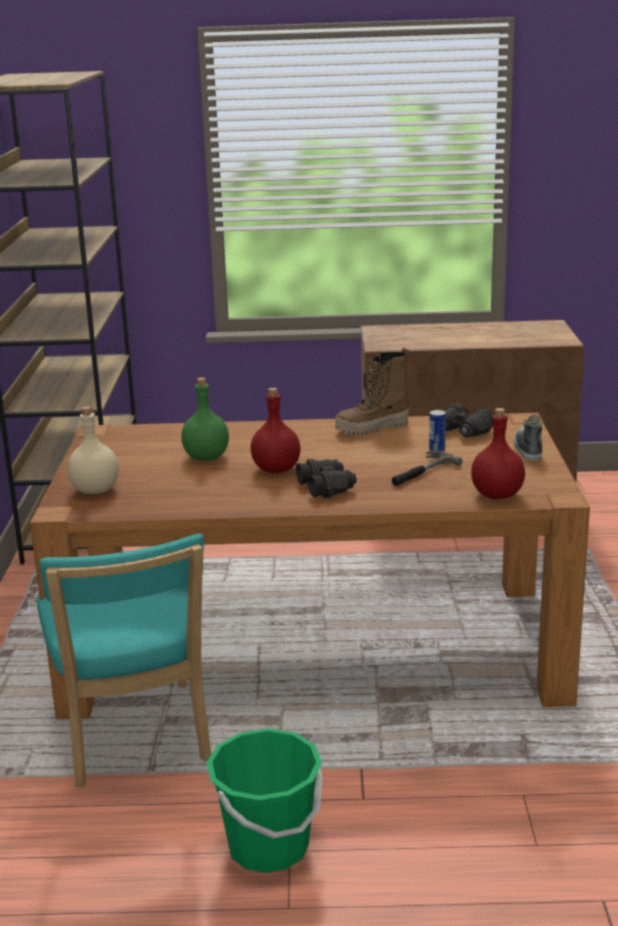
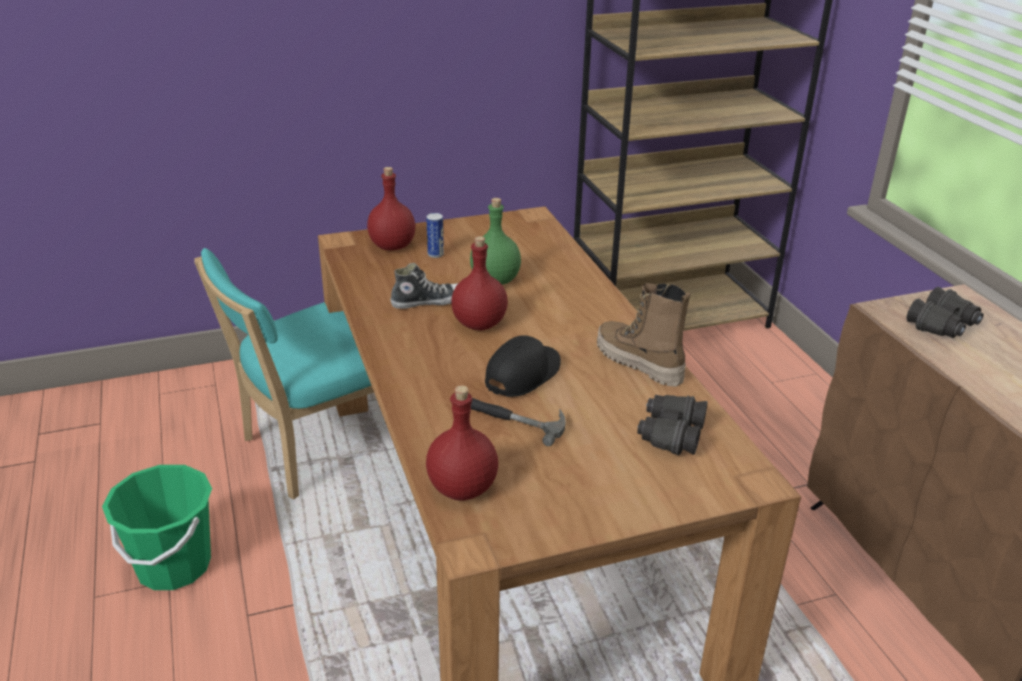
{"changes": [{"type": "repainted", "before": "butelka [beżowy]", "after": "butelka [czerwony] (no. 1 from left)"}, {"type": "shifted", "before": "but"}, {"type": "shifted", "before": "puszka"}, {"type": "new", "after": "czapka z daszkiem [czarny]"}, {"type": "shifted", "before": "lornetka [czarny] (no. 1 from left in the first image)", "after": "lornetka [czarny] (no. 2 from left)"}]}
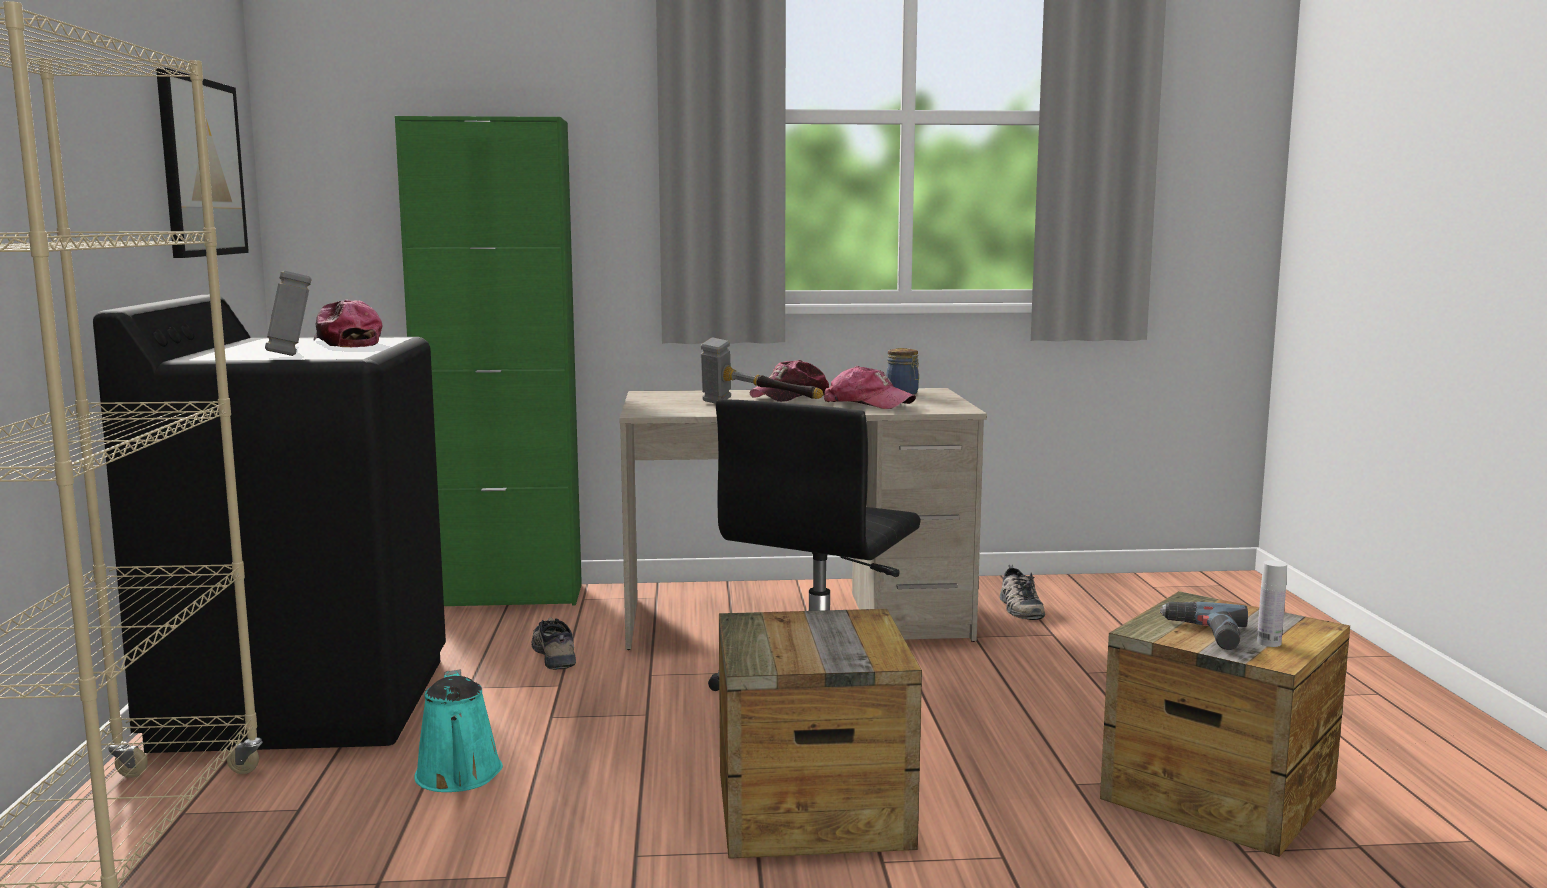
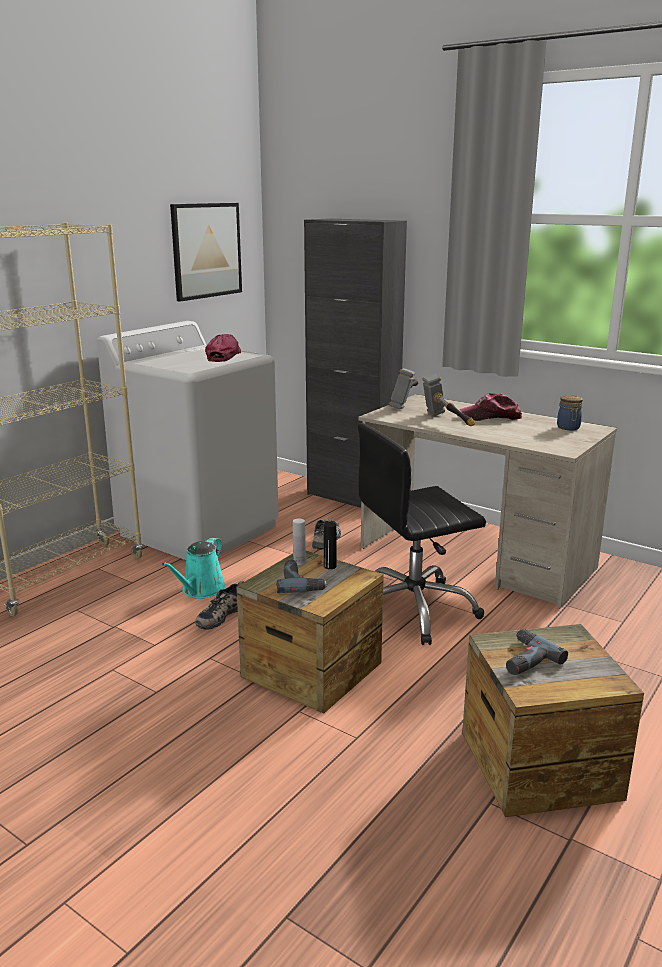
{"changes": [{"type": "repainted", "before": "pralka [czarny]", "after": "pralka [biały]"}, {"type": "shifted", "before": "but (no. 2 from left in the first image)", "after": "but (no. 1 from left)"}, {"type": "new", "after": "wiertarka (no. 1 from left)"}, {"type": "shifted", "before": "butelka [biały]"}, {"type": "repainted", "before": "szafka [zielony]", "after": "szafka [czarny]"}, {"type": "new", "after": "butelka [czarny]"}, {"type": "shifted", "before": "młotek (no. 1 from left)"}, {"type": "gone", "before": "czapka z daszkiem (no. 3 from left)"}]}
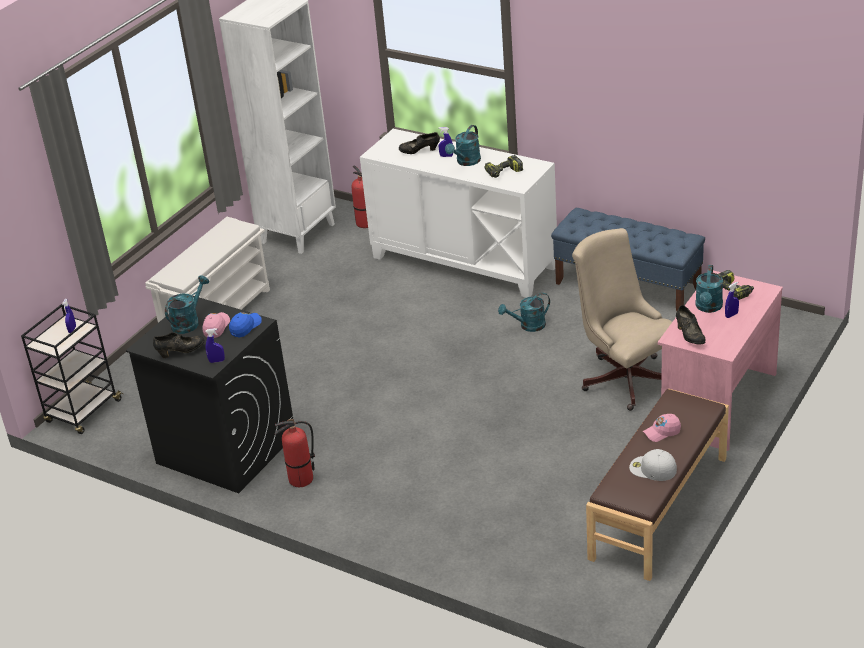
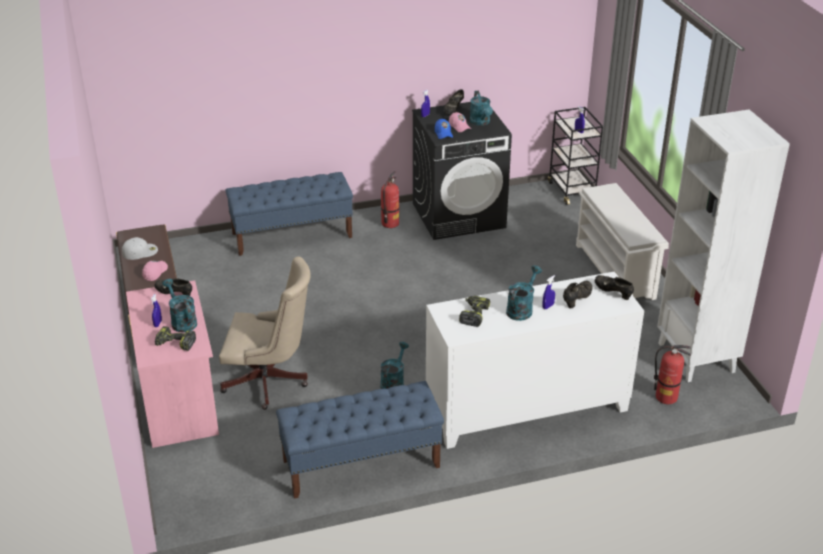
{"changes": [{"type": "new", "after": "ławka [niebieski] (no. 1 from left)"}, {"type": "rotated", "before": "konewka [turkusowy] (no. 2 from left in the first image)", "turn": 45}, {"type": "new", "after": "but [czarny] (no. 4 from left)"}]}
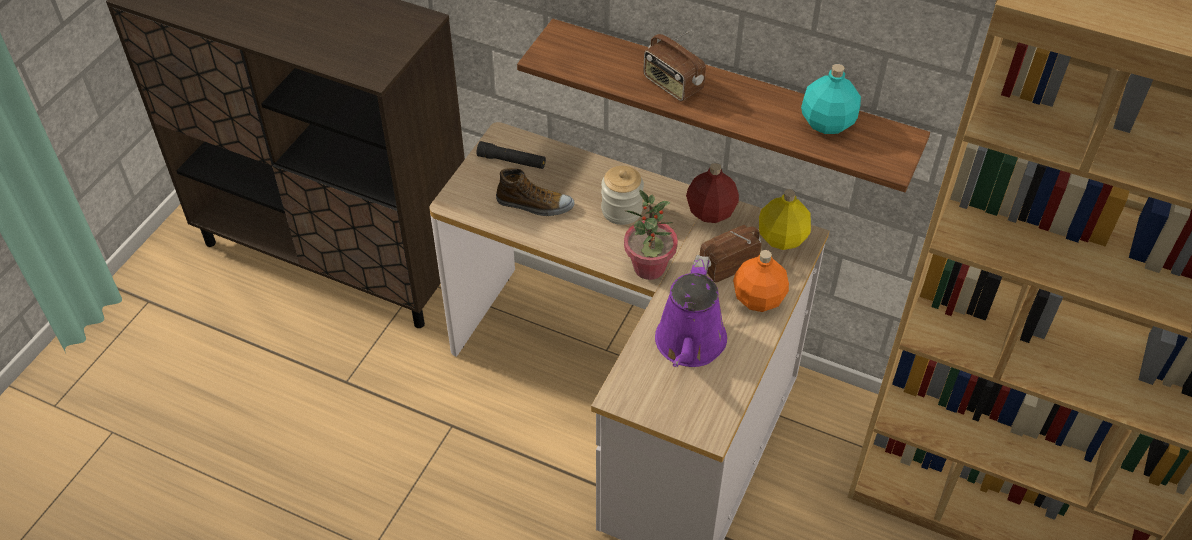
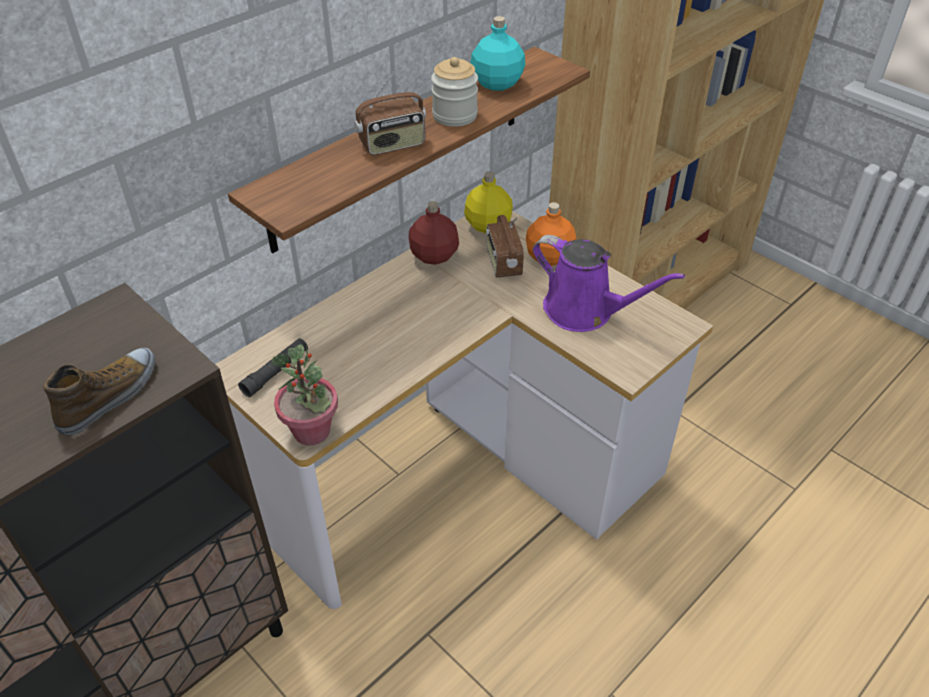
{"changes": [{"type": "shifted", "before": "but"}, {"type": "shifted", "before": "roślina doniczkowa"}, {"type": "shifted", "before": "słoik"}]}
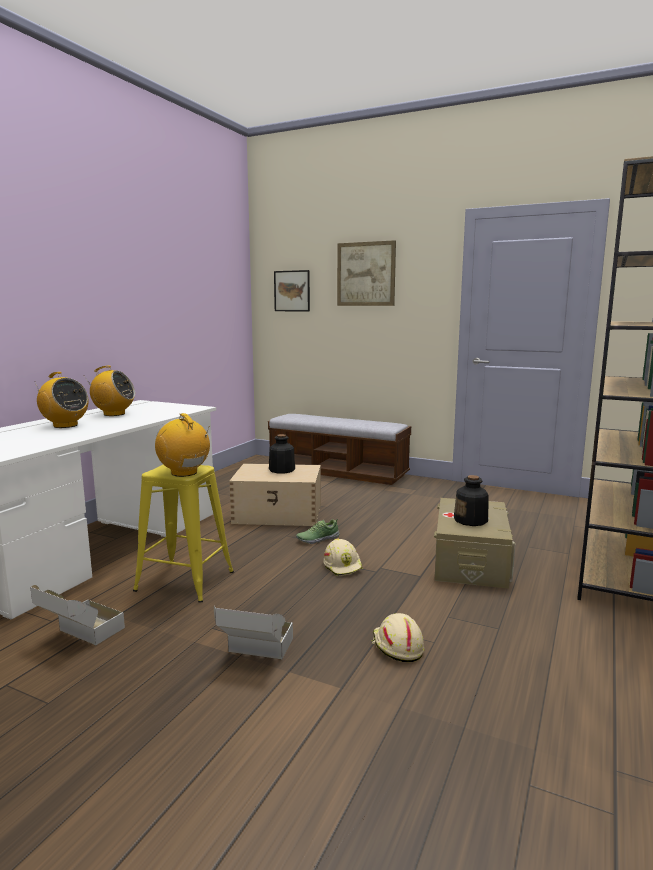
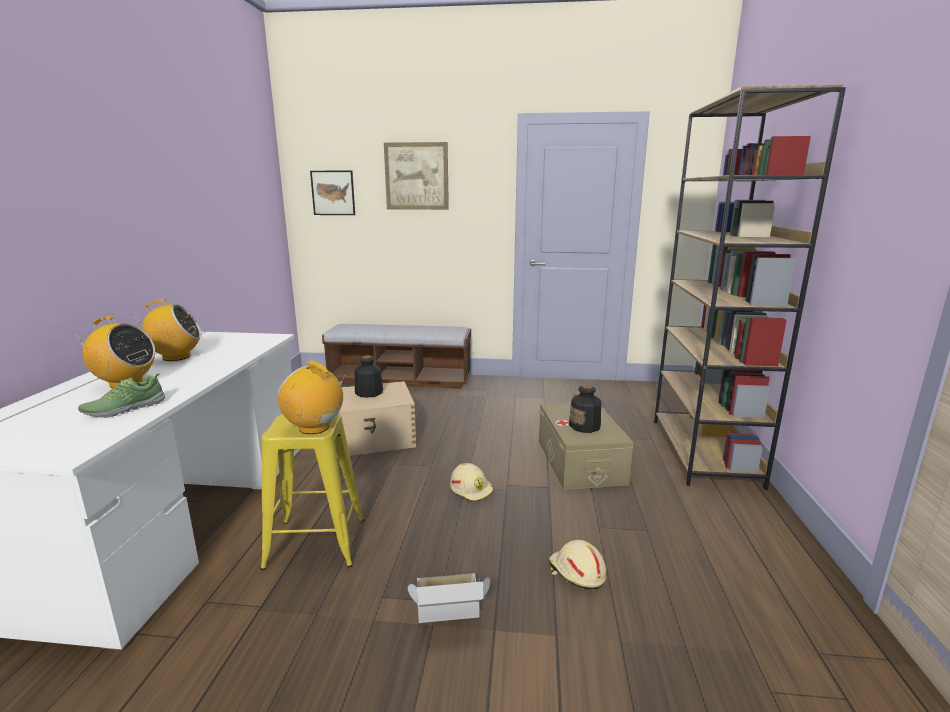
{"changes": [{"type": "shifted", "before": "but"}, {"type": "gone", "before": "karton (no. 1 from left)"}]}
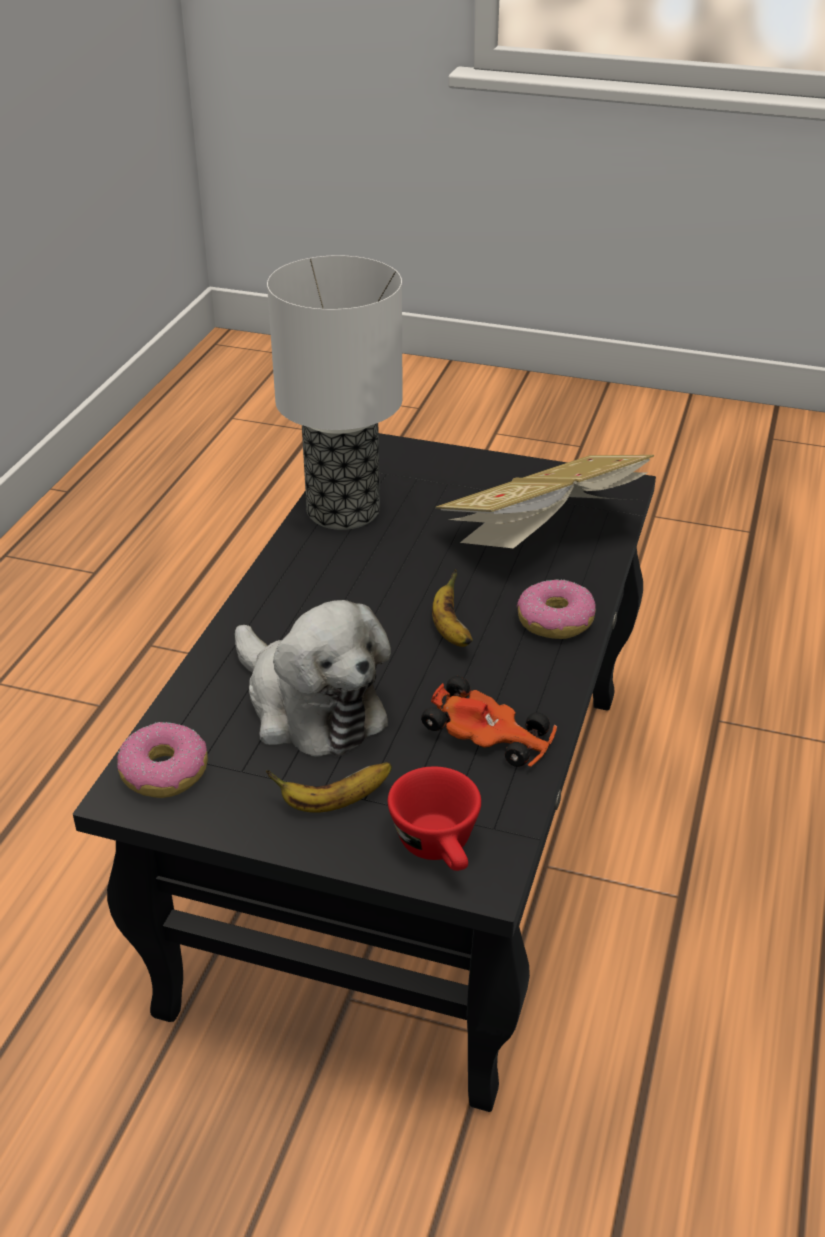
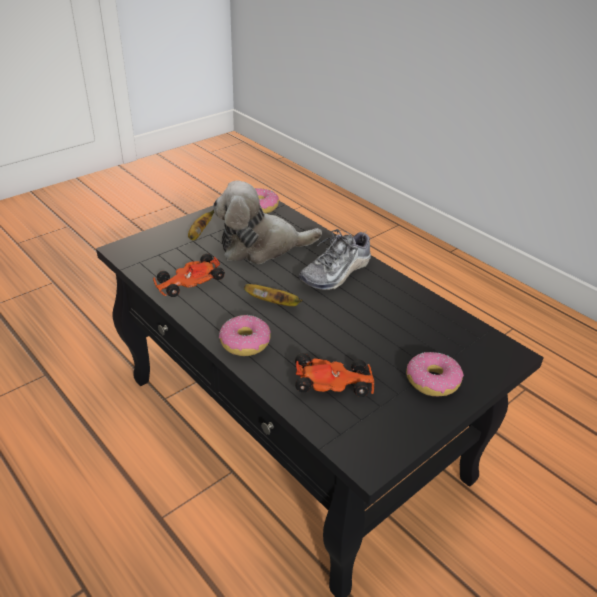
{"changes": [{"type": "swapped", "before": "książka", "after": "samochodzik (no. 2 from left)"}, {"type": "new", "after": "but"}, {"type": "new", "after": "donut (no. 3 from left)"}, {"type": "gone", "before": "lampa stołowa"}, {"type": "gone", "before": "filiżanka [czerwony]"}]}
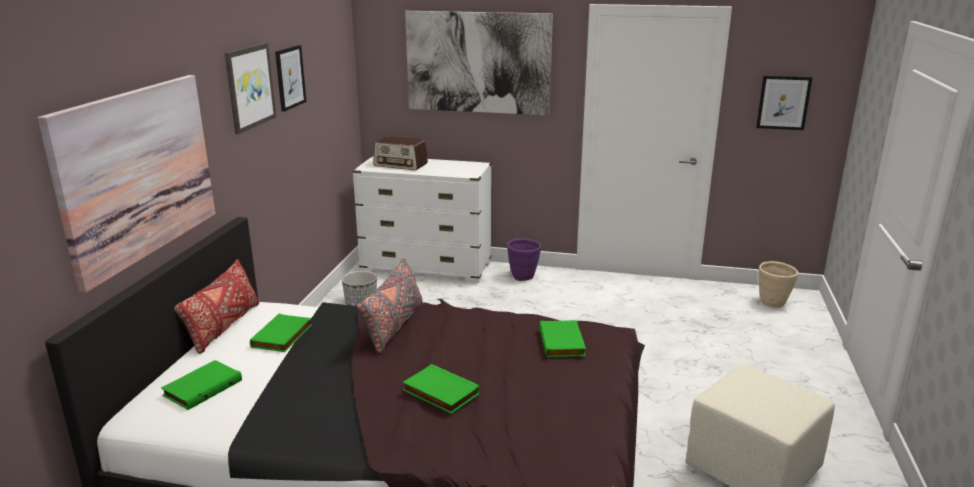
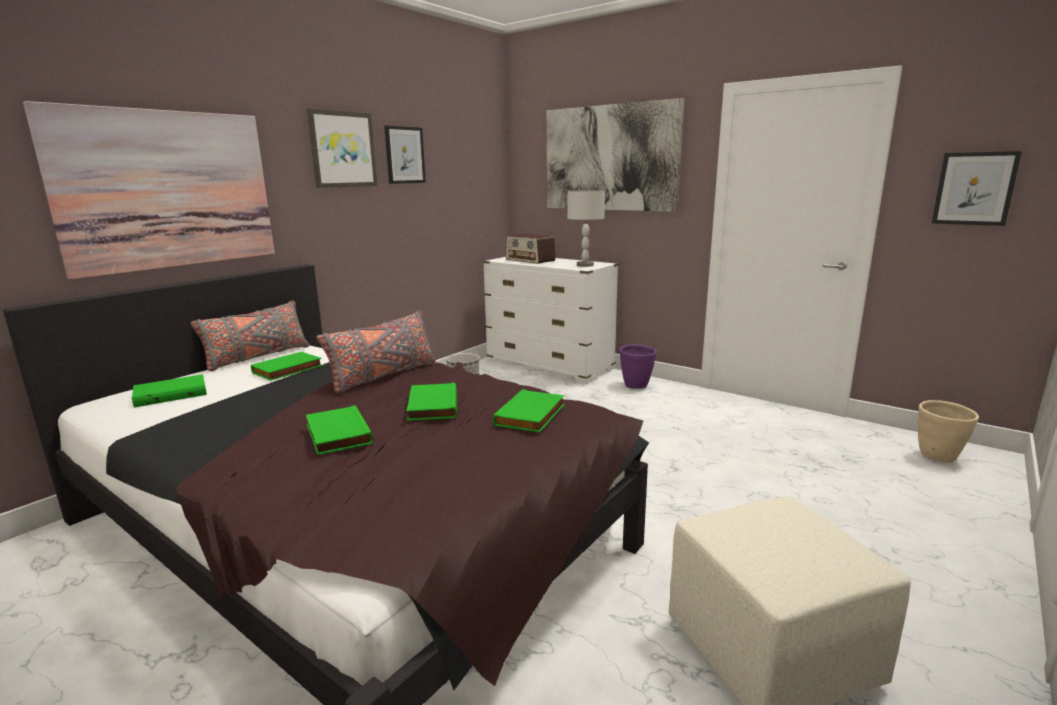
{"changes": [{"type": "repainted", "before": "poduszka [czerwony]", "after": "poduszka [szary] (no. 1 from left)"}, {"type": "new", "after": "książka [zielony] (no. 4 from left)"}, {"type": "new", "after": "lampa stołowa [szary]"}]}
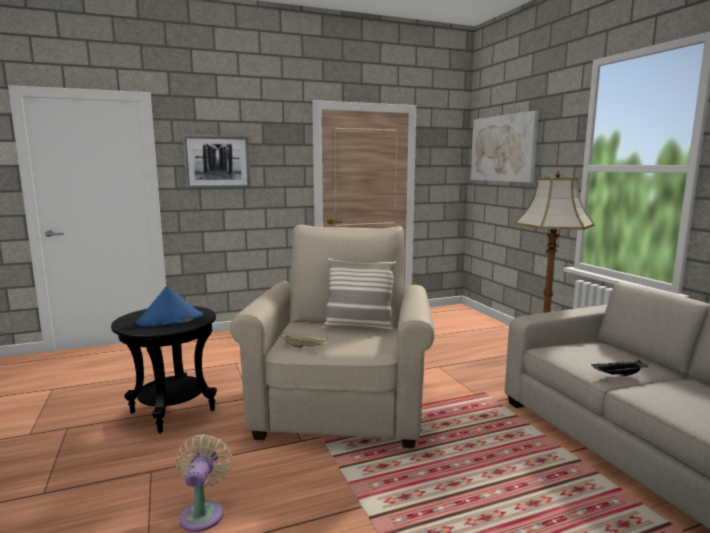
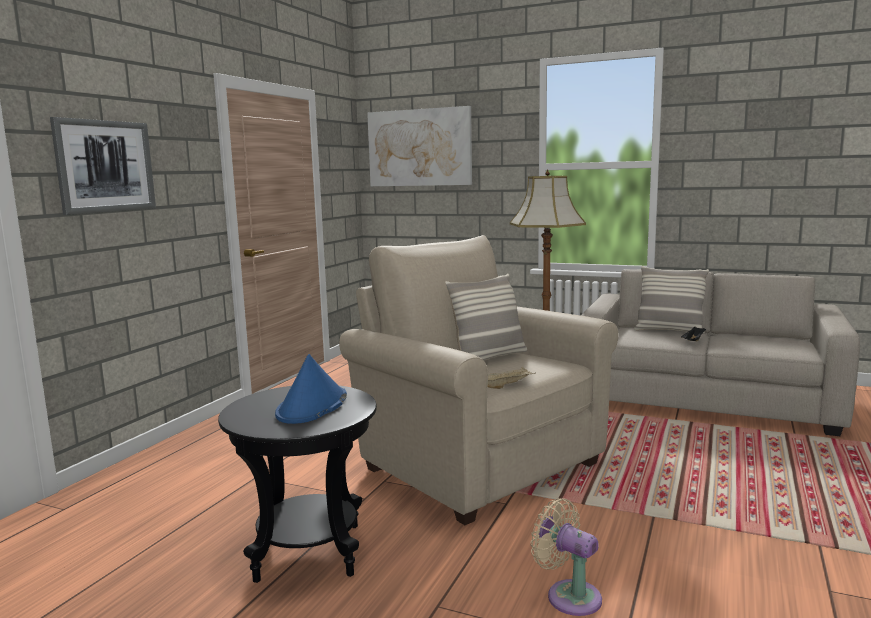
{"changes": [{"type": "new", "after": "poduszka (no. 2 from left)"}]}
